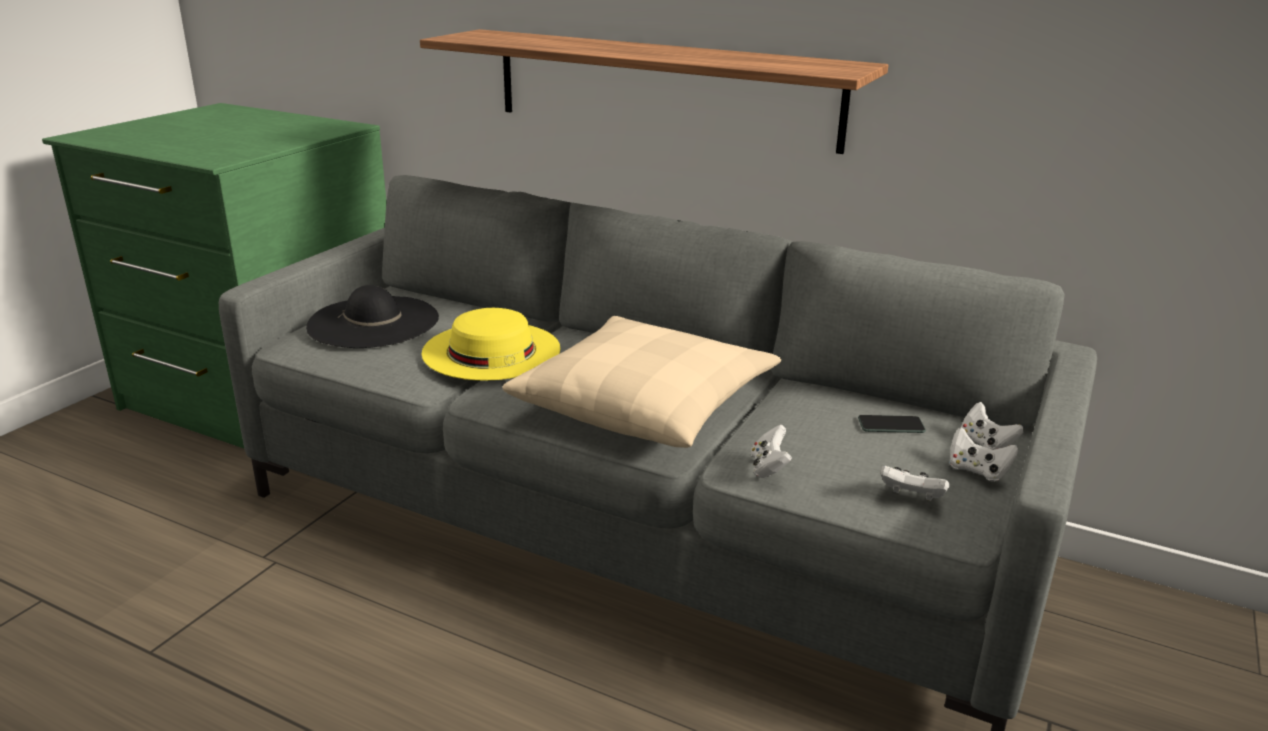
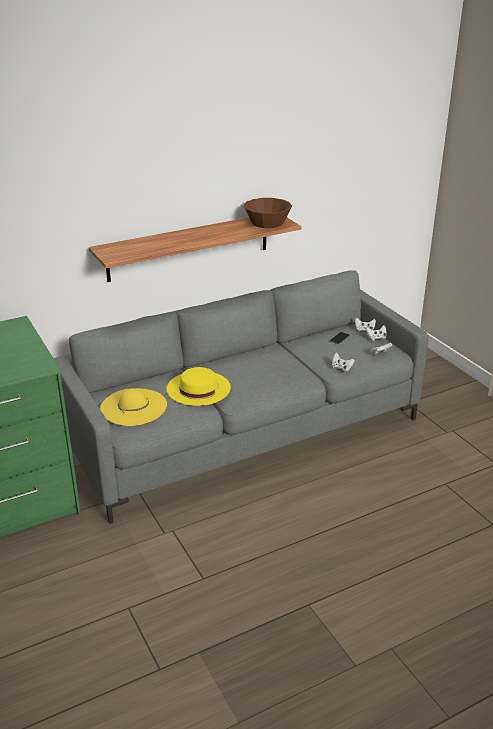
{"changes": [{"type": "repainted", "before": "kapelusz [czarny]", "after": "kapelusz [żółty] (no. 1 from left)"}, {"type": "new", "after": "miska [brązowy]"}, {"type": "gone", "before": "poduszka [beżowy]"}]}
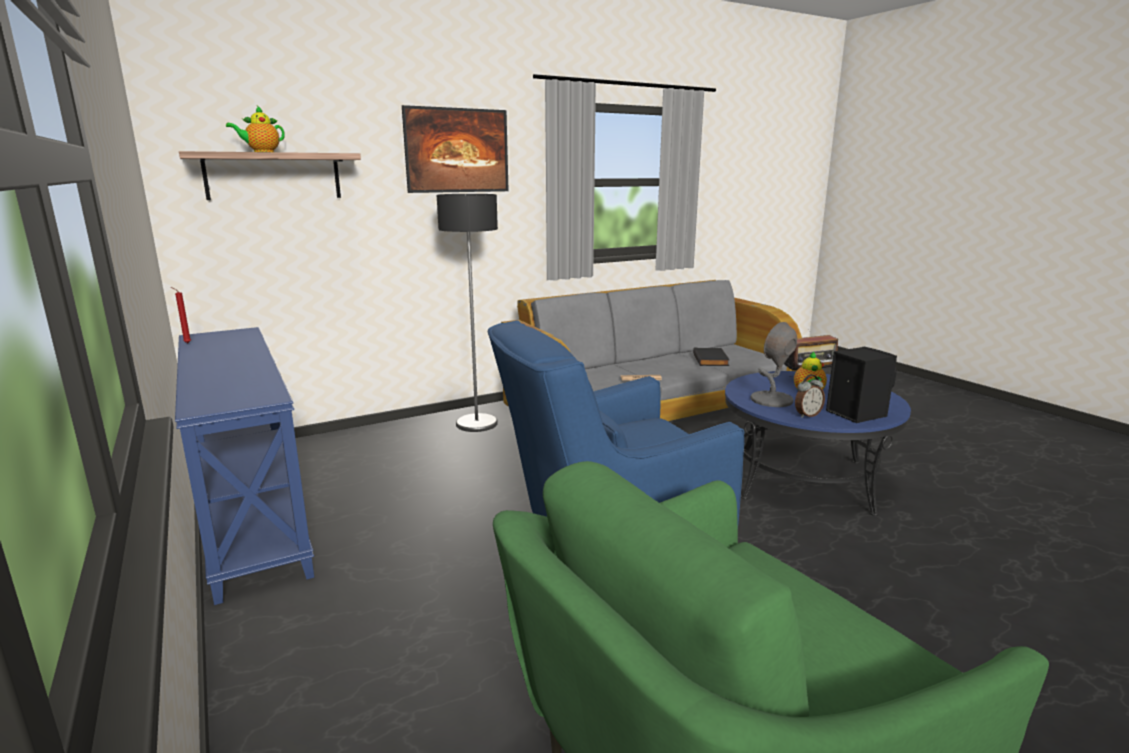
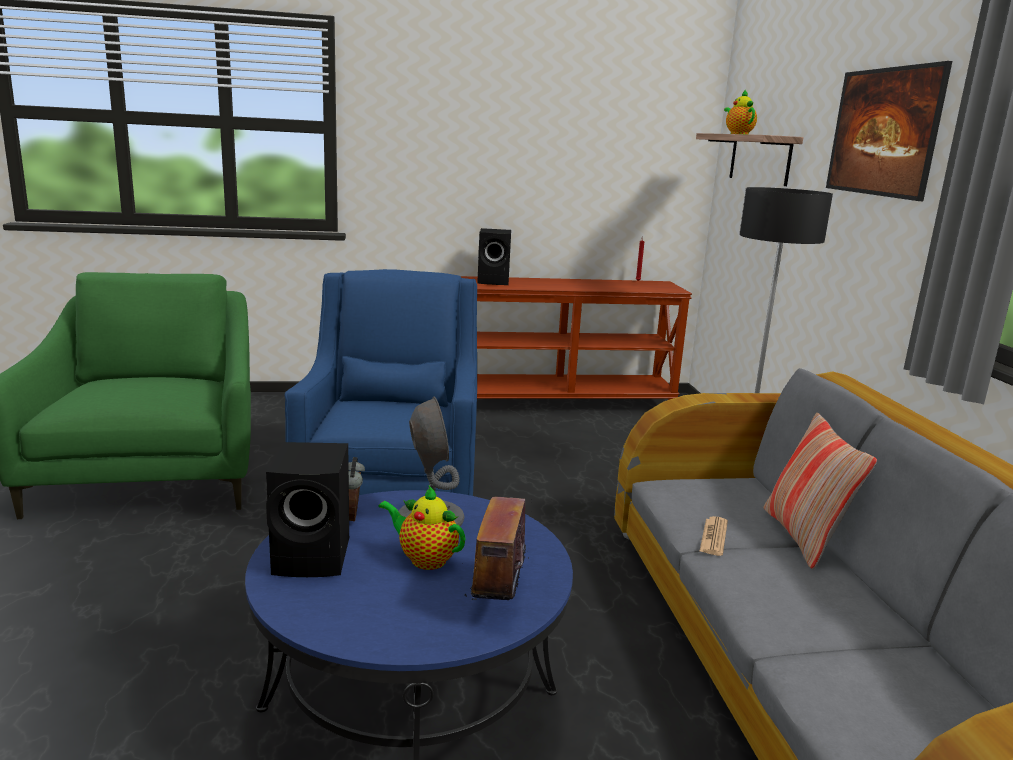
{"changes": [{"type": "repainted", "before": "stolik konsolowy [niebieski]", "after": "stolik konsolowy [brązowy]"}, {"type": "new", "after": "głośnik [czarny] (no. 2 from left)"}, {"type": "new", "after": "poduszka"}, {"type": "gone", "before": "książka [czarny]"}]}
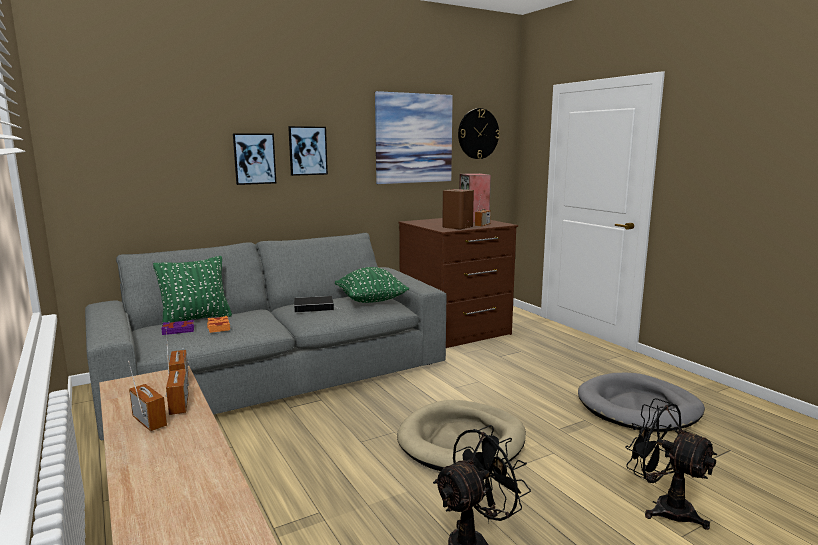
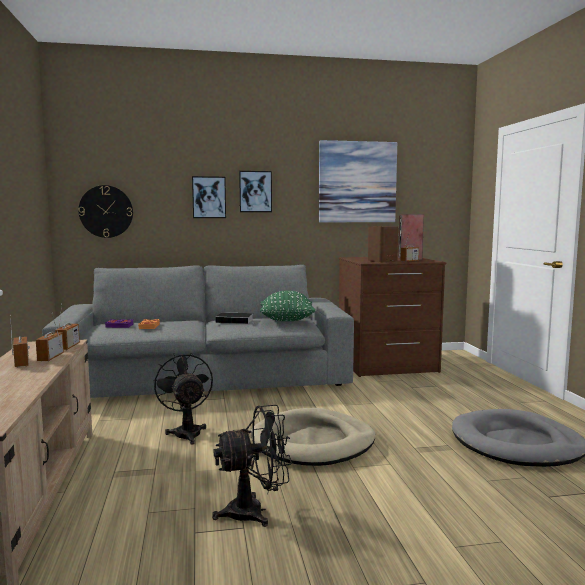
{"changes": [{"type": "shifted", "before": "zegar ścienny"}, {"type": "shifted", "before": "wentylator [czarny] (no. 2 from left in the first image)", "after": "wentylator [czarny] (no. 1 from left)"}, {"type": "gone", "before": "poduszka [zielony] (no. 1 from left)"}]}
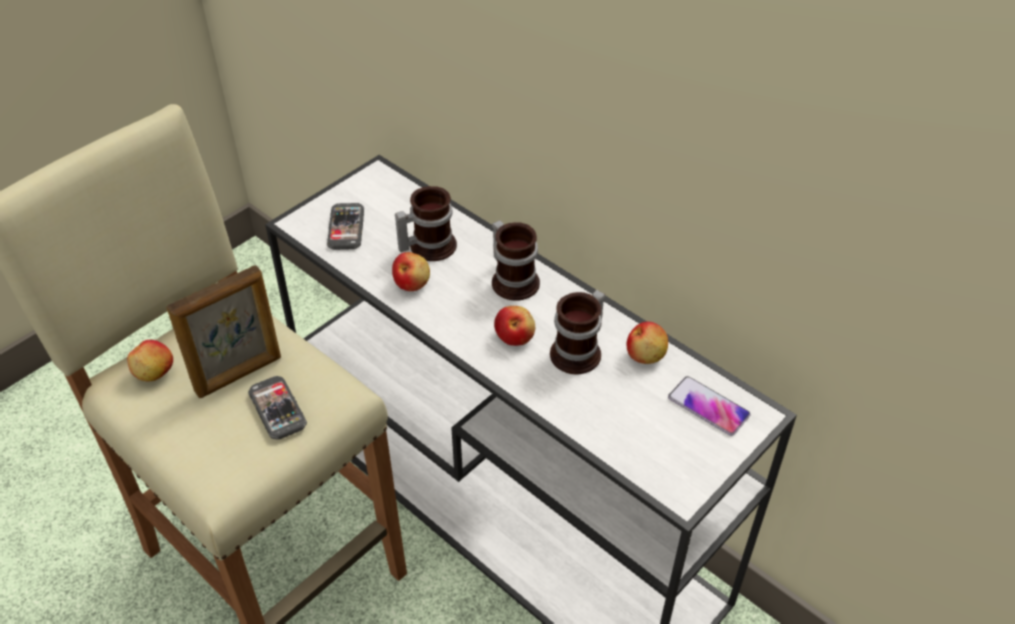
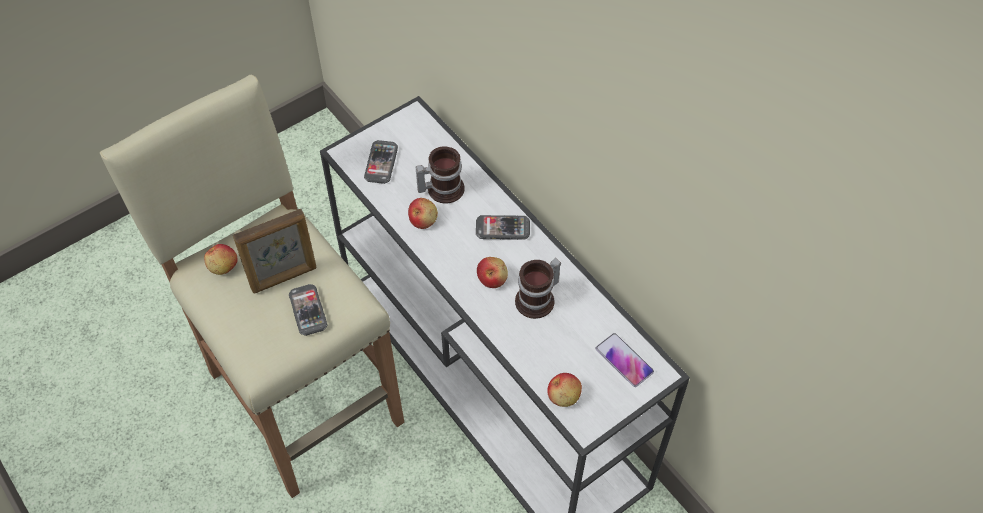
{"changes": [{"type": "swapped", "before": "kubek (no. 2 from left)", "after": "telefon (no. 3 from left)"}, {"type": "shifted", "before": "jabłko (no. 4 from left)"}]}
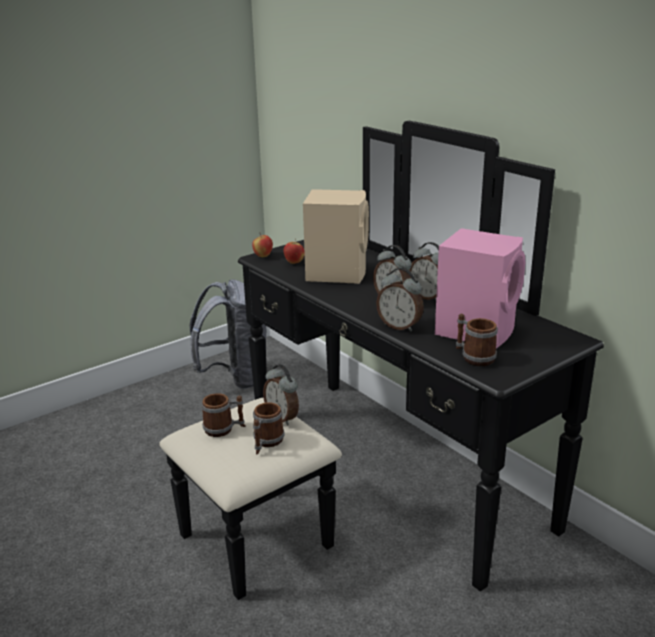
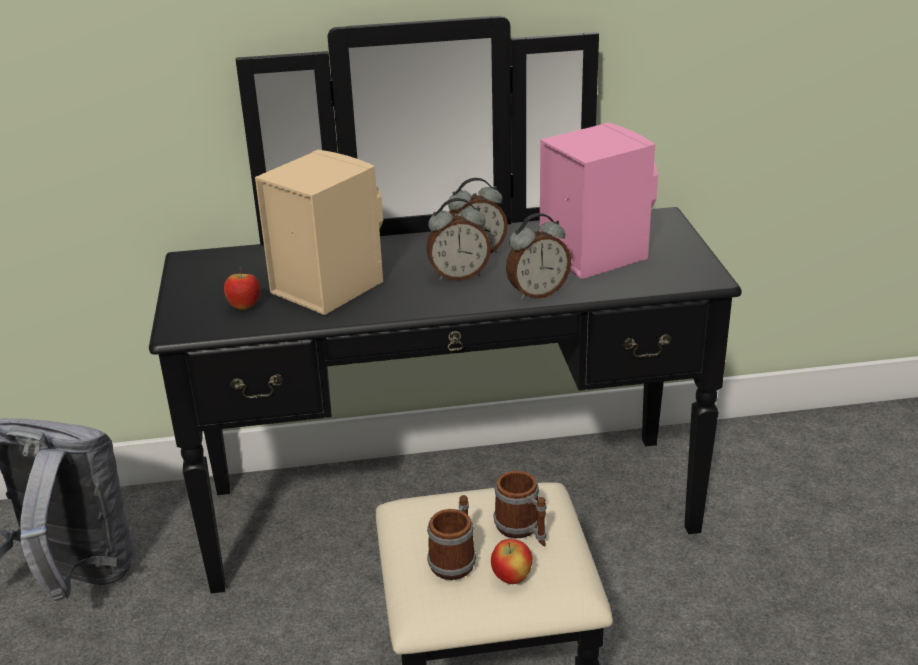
{"changes": [{"type": "shifted", "before": "jabłko (no. 1 from left in the first image)", "after": "jabłko (no. 2 from left)"}, {"type": "gone", "before": "budzik (no. 1 from left)"}, {"type": "gone", "before": "kubek (no. 3 from left)"}]}
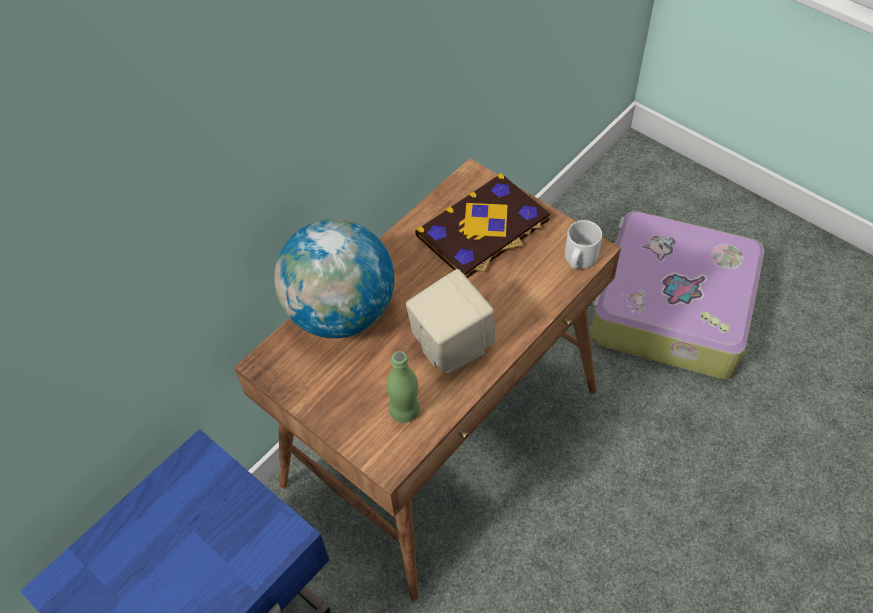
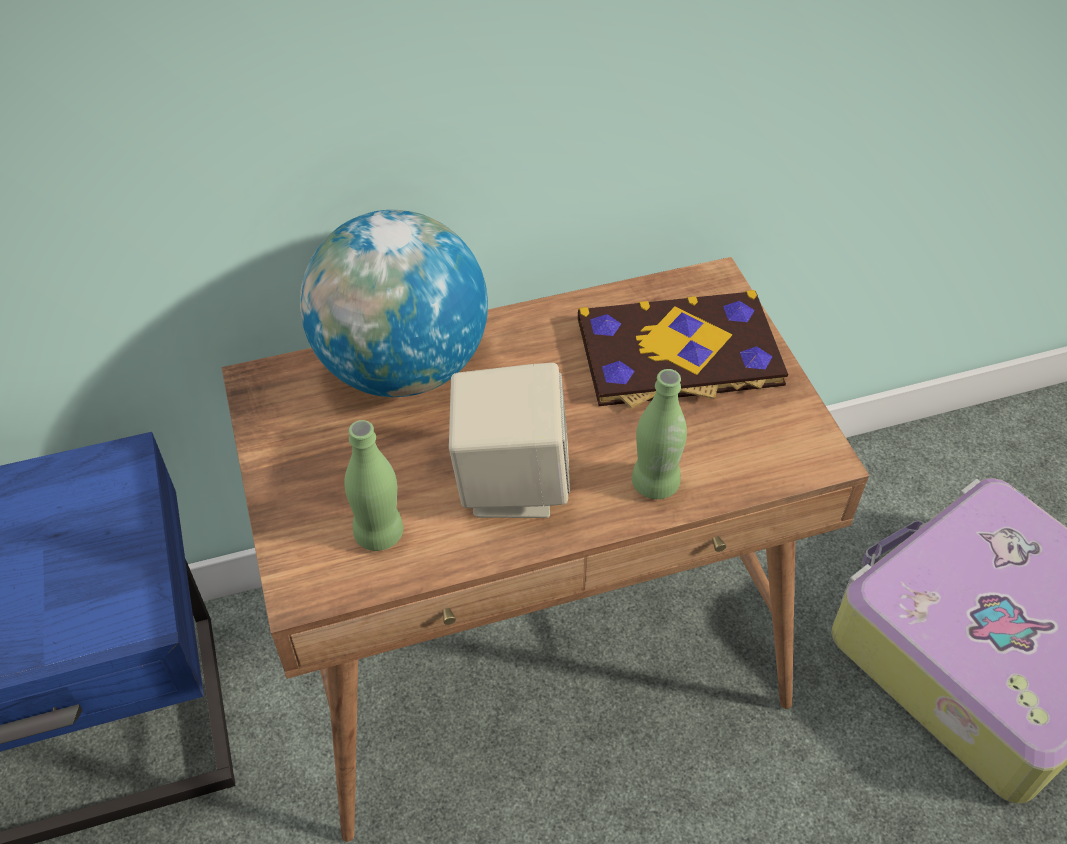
{"changes": [{"type": "new", "after": "butelka [zielony] (no. 2 from left)"}, {"type": "gone", "before": "kubek [biały]"}]}
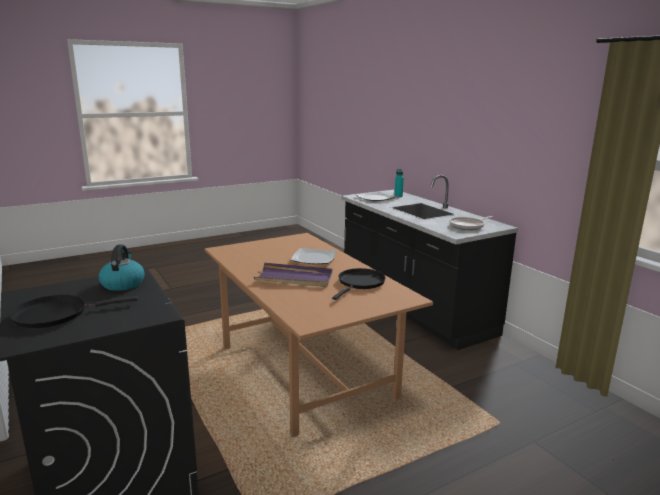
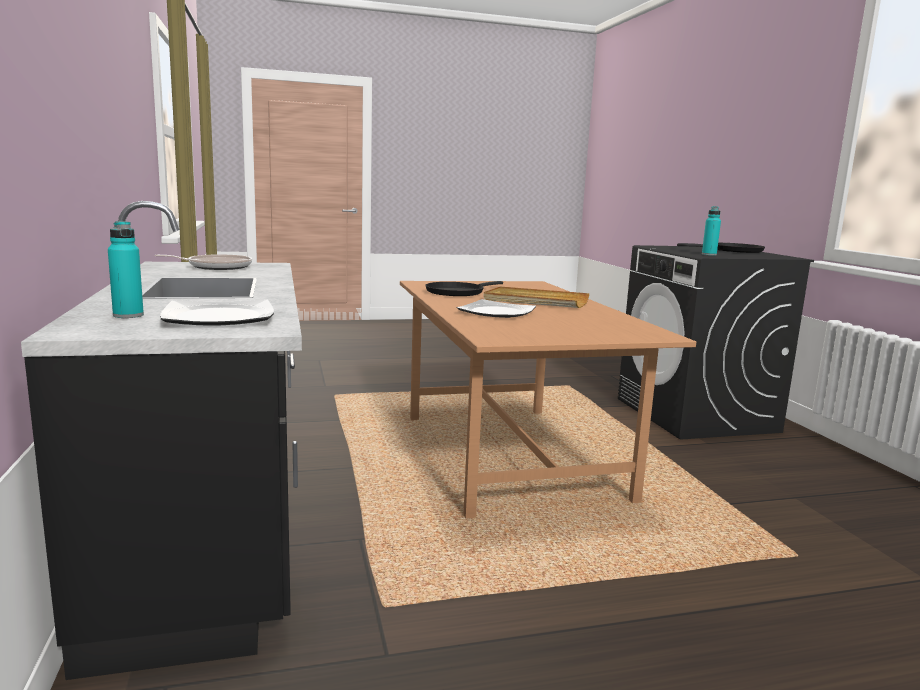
{"changes": [{"type": "repainted", "before": "taca [fioletowy]", "after": "taca [beżowy]"}, {"type": "swapped", "before": "czajnik", "after": "butelka [turkusowy] (no. 2 from left)"}]}
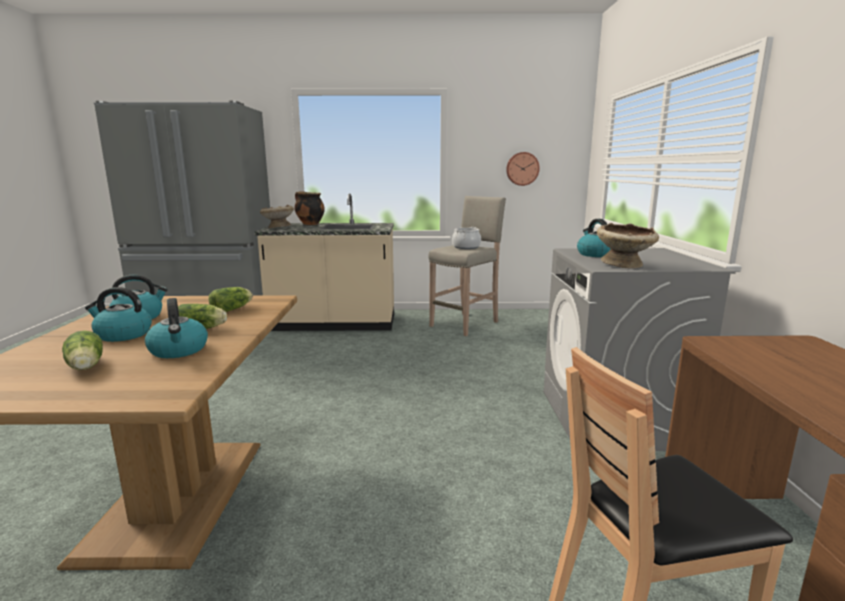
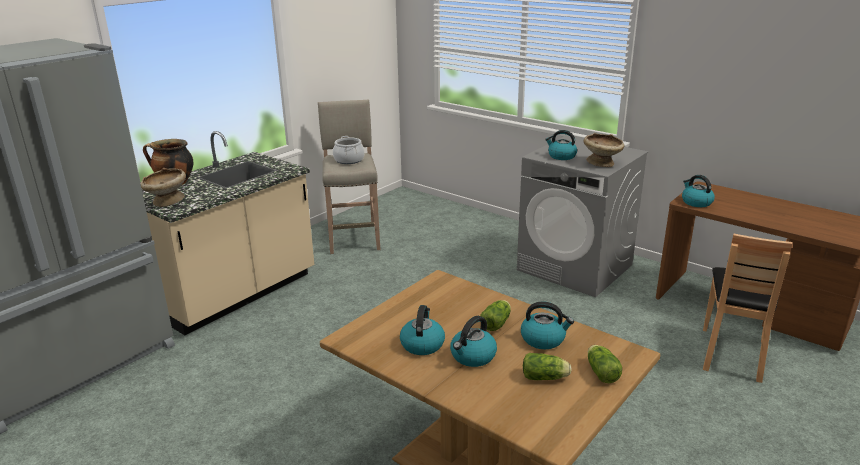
{"changes": [{"type": "shifted", "before": "sałata (no. 3 from left)"}, {"type": "new", "after": "czajnik (no. 5 from left)"}, {"type": "gone", "before": "zegar ścienny"}]}
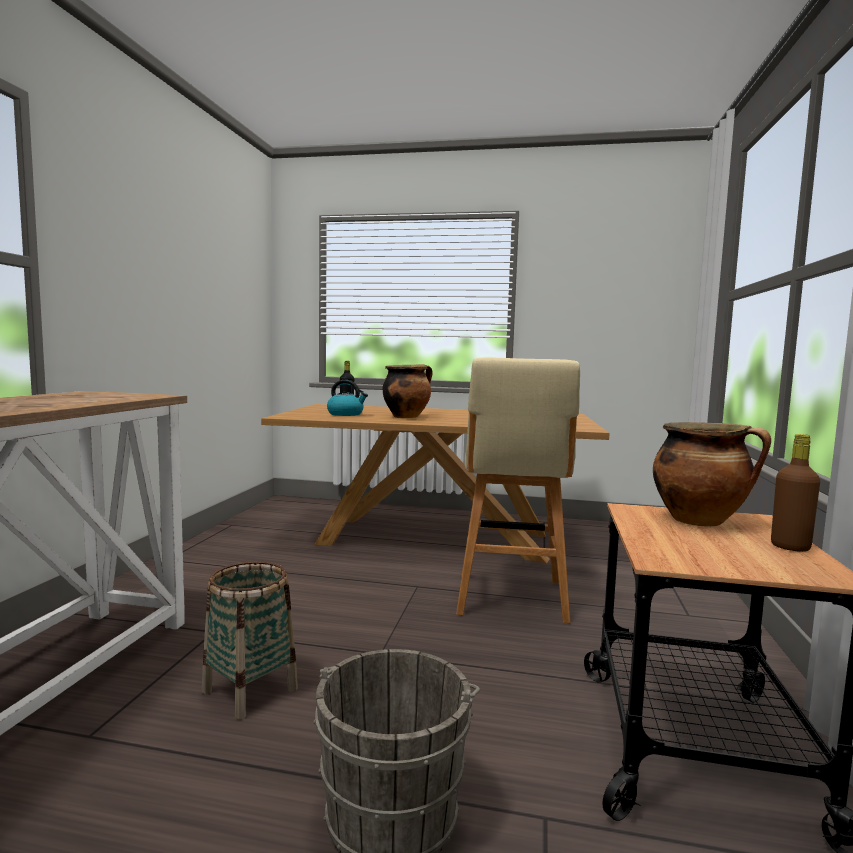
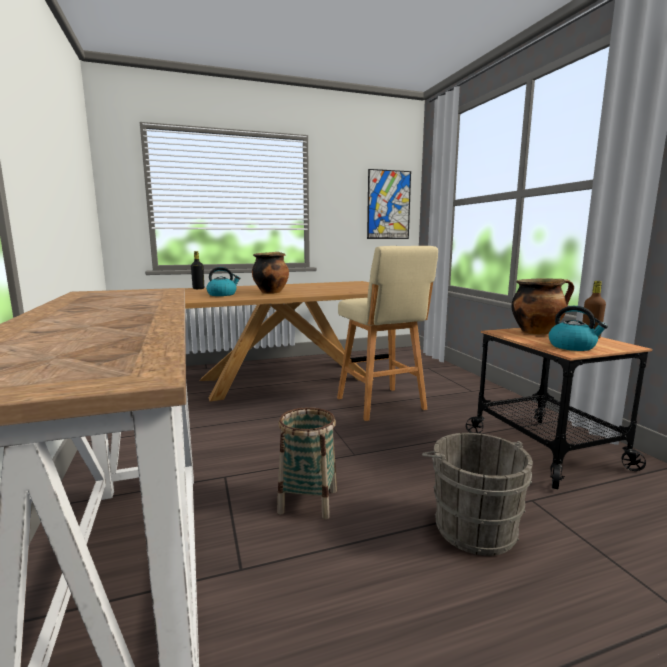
{"changes": [{"type": "new", "after": "obraz"}, {"type": "new", "after": "czajnik (no. 2 from left)"}]}
